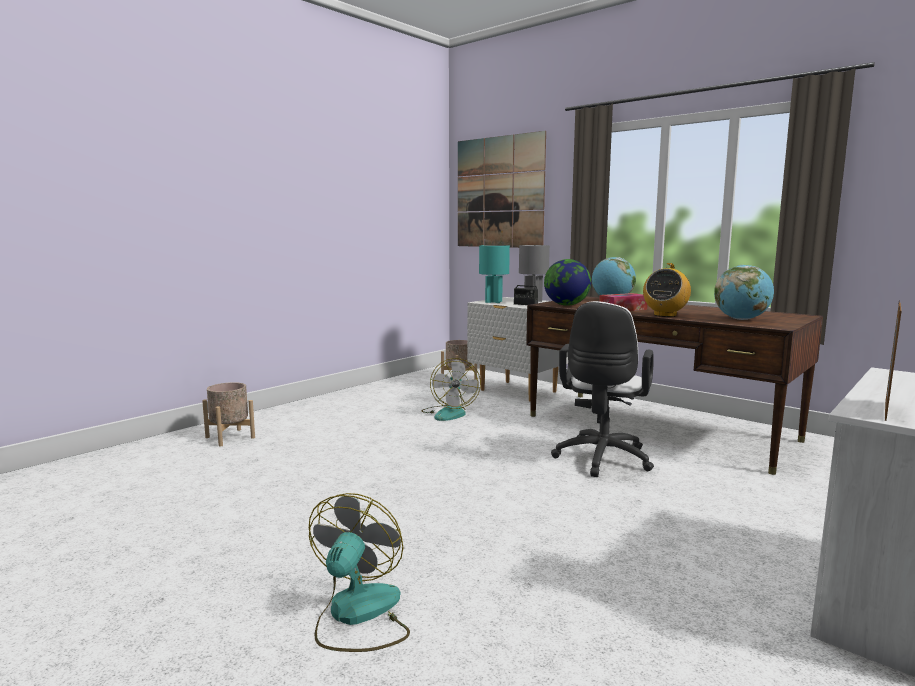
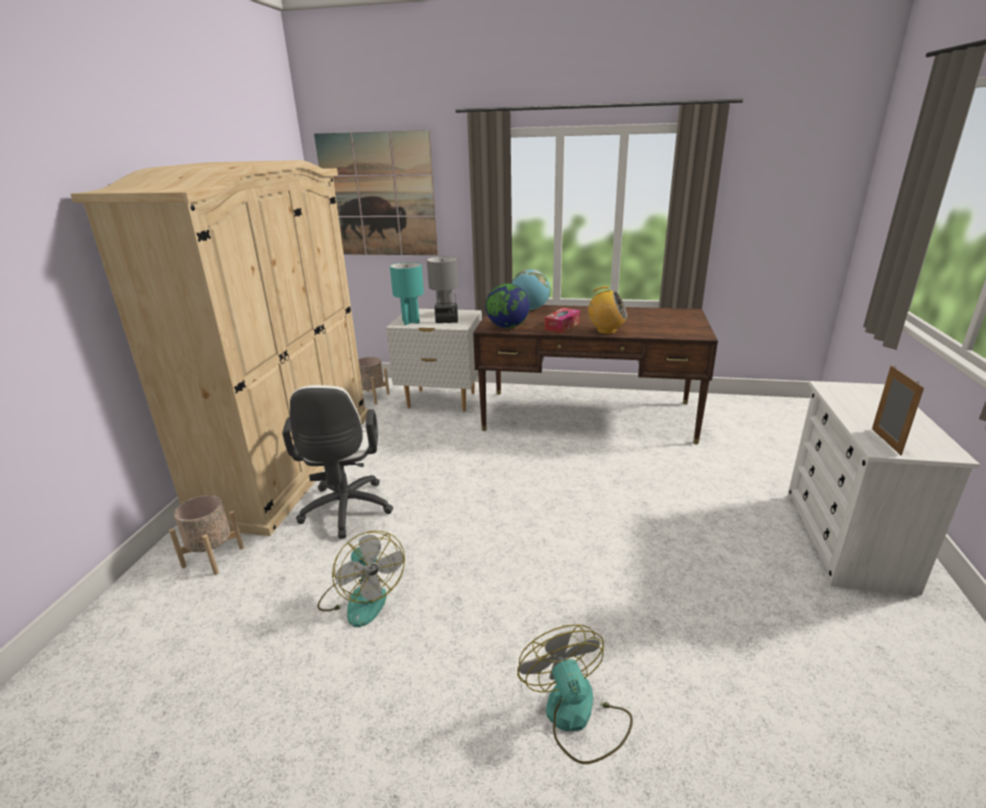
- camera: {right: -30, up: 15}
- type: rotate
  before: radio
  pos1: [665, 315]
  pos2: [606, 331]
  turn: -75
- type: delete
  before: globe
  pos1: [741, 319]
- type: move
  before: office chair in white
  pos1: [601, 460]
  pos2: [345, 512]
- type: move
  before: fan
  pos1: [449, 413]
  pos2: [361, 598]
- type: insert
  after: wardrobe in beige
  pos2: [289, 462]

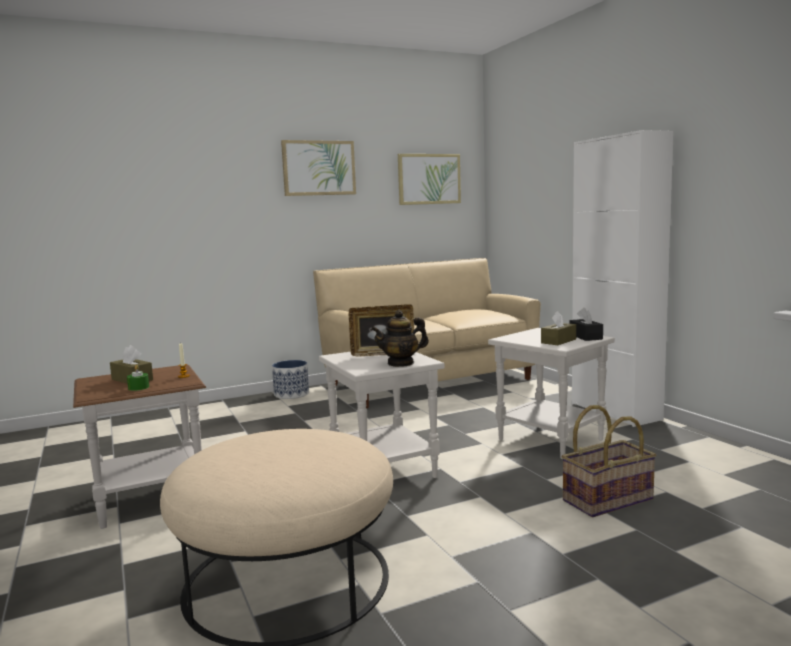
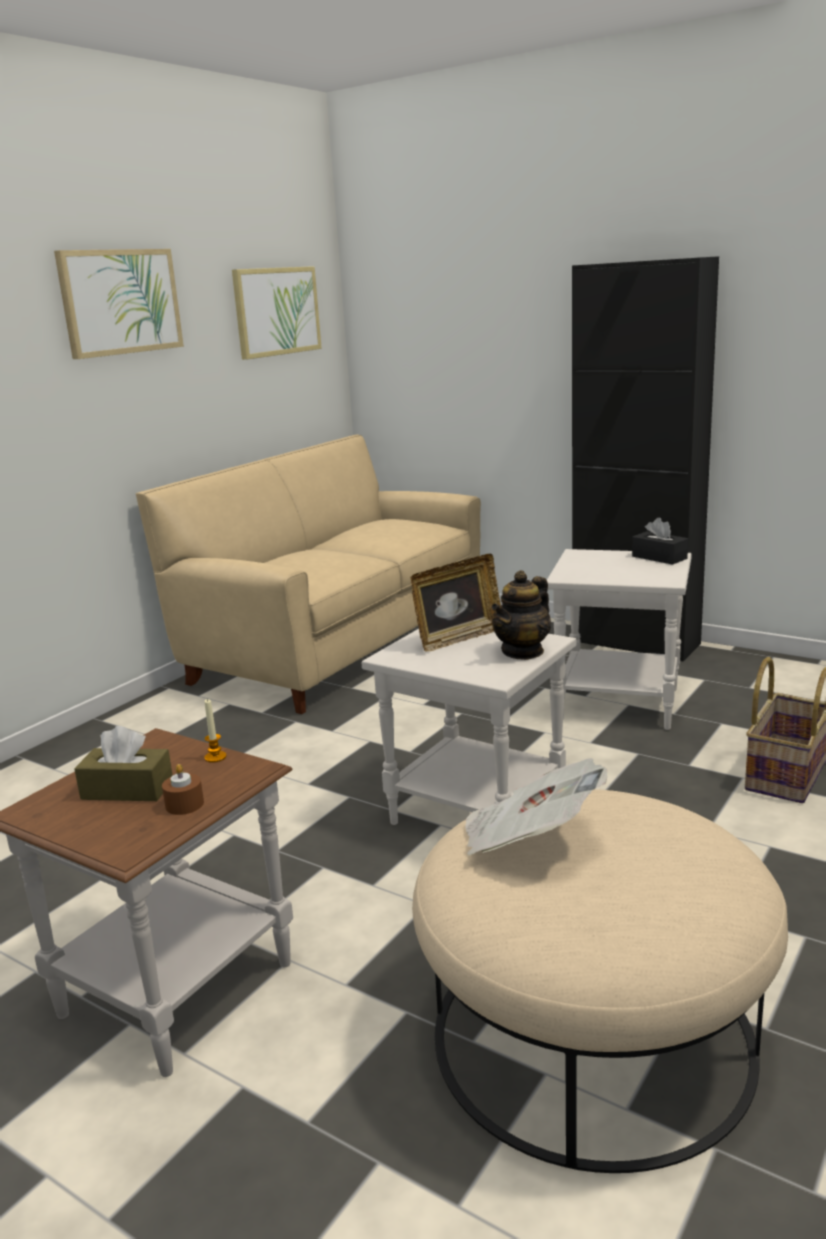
- camera: {right: -30, up: 10}
- type: recolor
  before: cabinet in white
  after: cabinet in black
  pos1: [615, 411]
  pos2: [635, 643]
- type: delete
  before: tissue box in brown
  pos1: [558, 341]
- type: delete
  before: planter
  pos1: [291, 394]
- type: recolor
  before: candle in green
  after: candle in brown
  pos1: [138, 388]
  pos2: [184, 804]
- type: insert
  after: newspaper
  pos2: [529, 840]

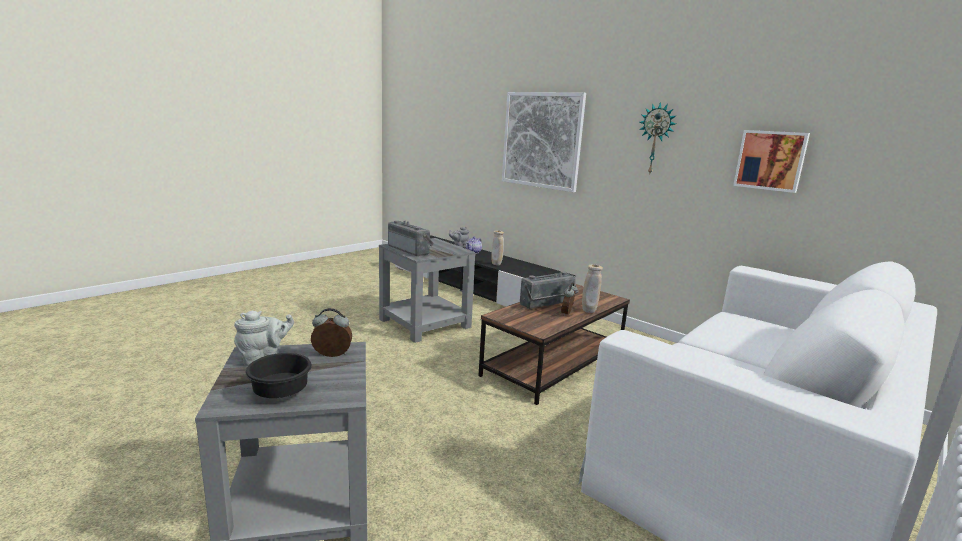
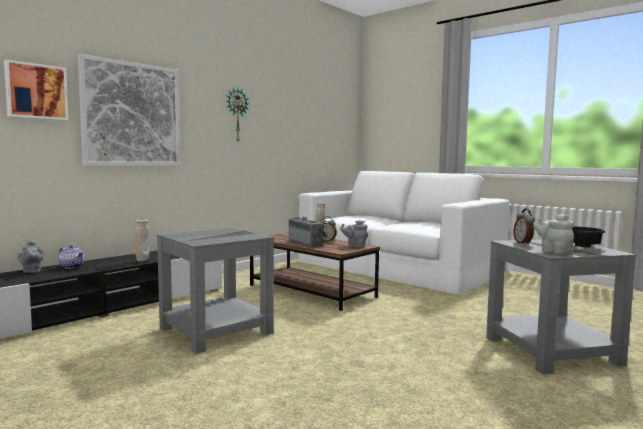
- camera: {right: -90, up: -10}
- type: move
  before: picture
  pos1: [770, 160]
  pos2: [36, 91]
- type: delete
  before: radio
  pos1: [410, 250]
- type: insert
  after: teapot in grey
  pos2: [355, 246]

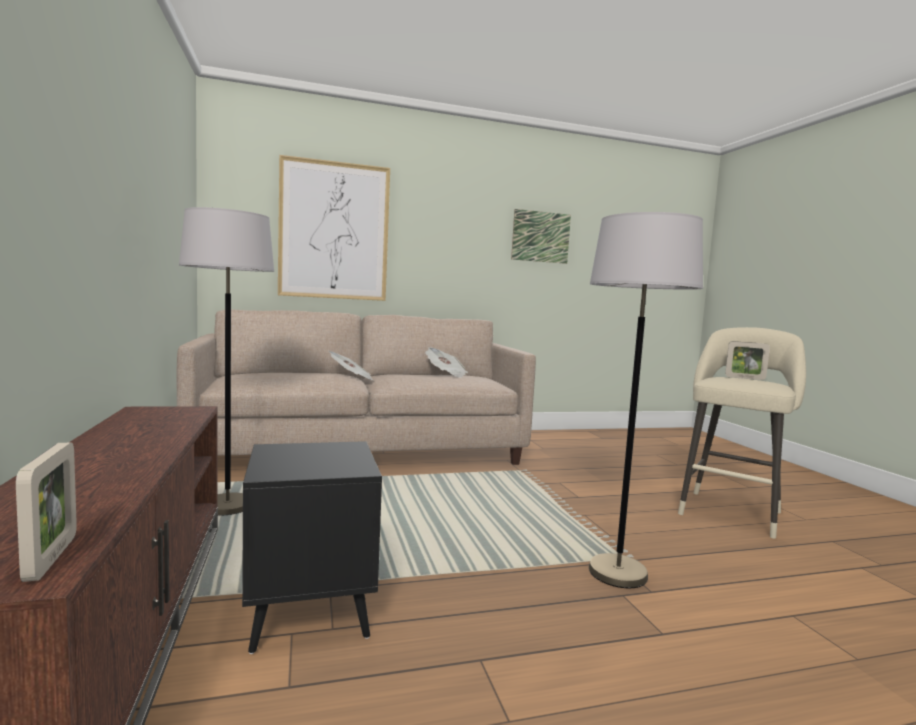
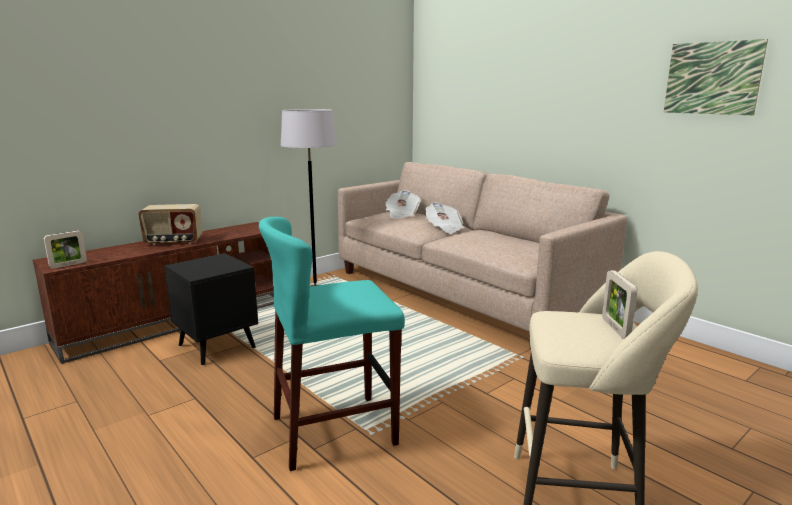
- camera: {right: 65, up: 10}
- type: delete
  before: picture
  pos1: [334, 231]
- type: replace
  before: floor lamp in grey
  after: stool in turquoise
  pos1: [617, 573]
  pos2: [334, 430]
- type: move
  before: newspaper
  pos1: [446, 374]
  pos2: [401, 214]
- type: insert
  after: radio
  pos2: [173, 242]

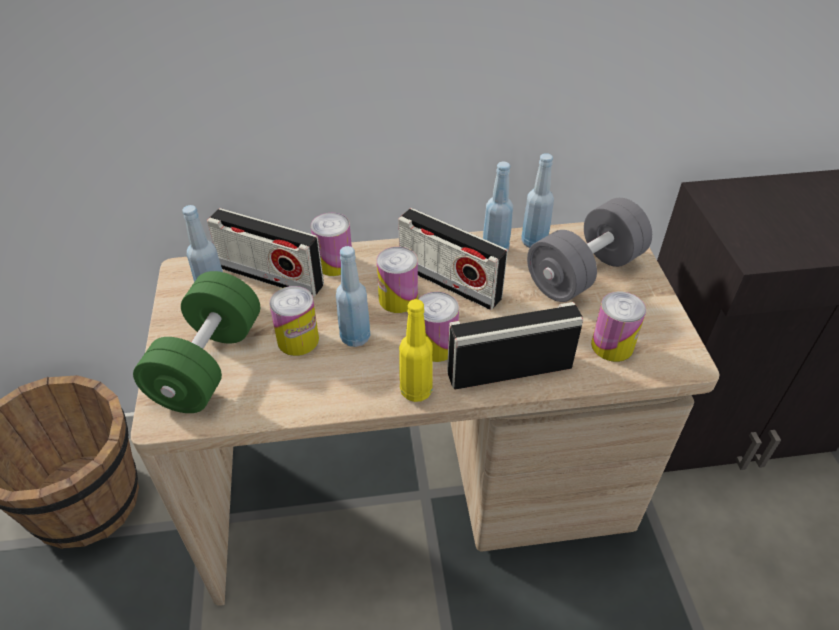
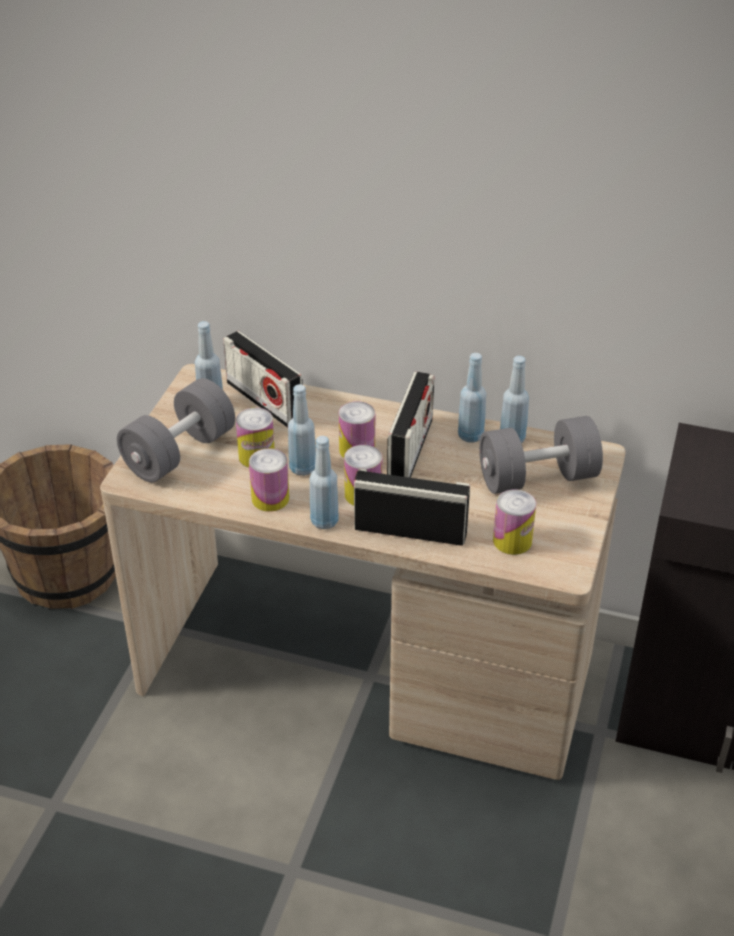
- camera: {right: 25, up: -5}
- type: rotate
  before: radio
  pos1: [449, 282]
  pos2: [410, 450]
  turn: -135
- type: move
  before: can
  pos1: [334, 263]
  pos2: [270, 498]
- type: recolor
  before: dumbbell in green
  after: dumbbell in grey
  pos1: [208, 364]
  pos2: [179, 452]
- type: recolor
  before: bottle in yellow
  after: bottle in blue
  pos1: [416, 391]
  pos2: [324, 521]

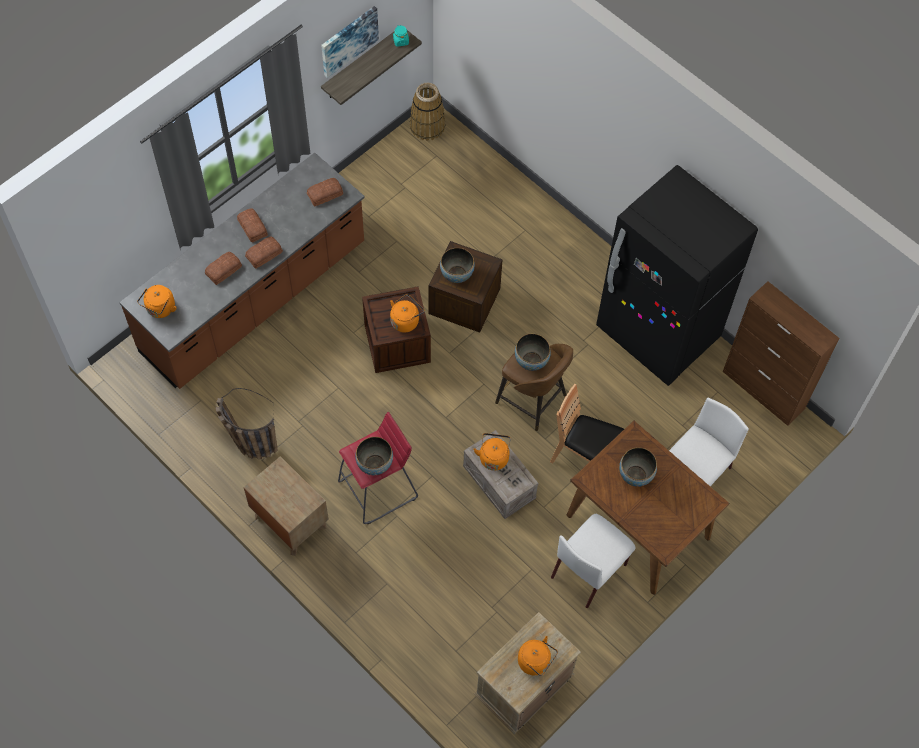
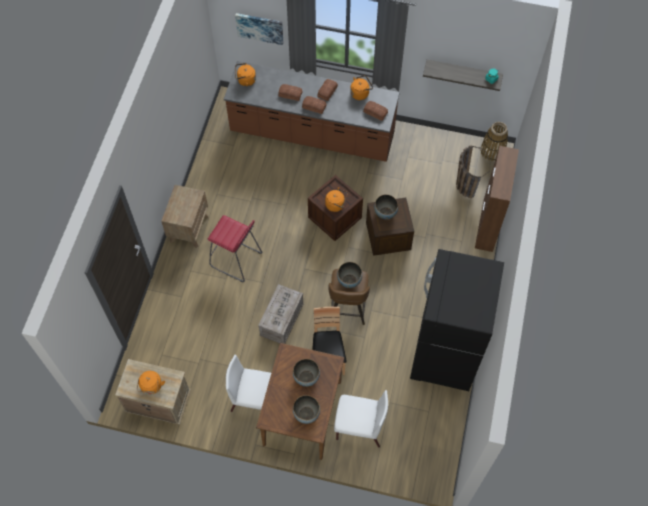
- camera: {right: 60, up: 0}
- type: move
  before: picture
  pos1: [348, 40]
  pos2: [260, 27]
- type: move
  before: cabinet in brown
  pos1: [763, 390]
  pos2: [487, 225]
- type: move
  before: basket
  pos1: [248, 441]
  pos2: [465, 182]
- type: move
  before: kettle in orange
  pos1: [493, 457]
  pos2: [360, 93]
- type: move
  before: bowl
  pos1: [374, 464]
  pos2: [306, 414]

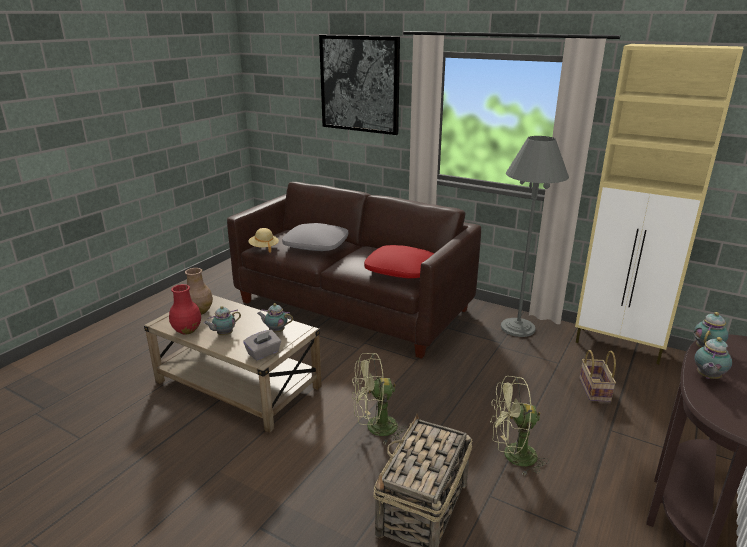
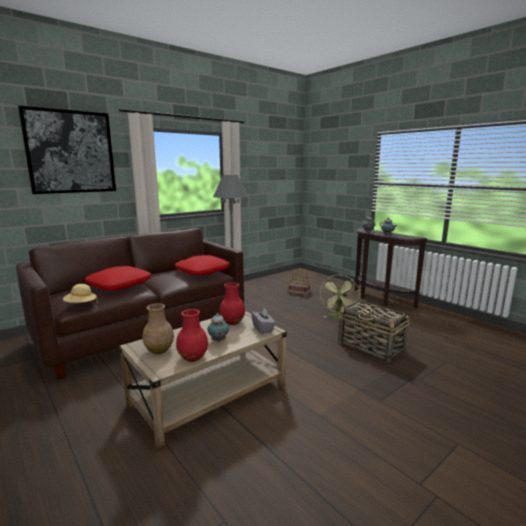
- camera: {right: -70, up: -10}
- type: delete
  before: cabinet in beige
  pos1: [620, 346]
- type: recolor
  before: pillow in grey
  after: pillow in red
  pos1: [316, 245]
  pos2: [119, 285]
- type: replace
  before: teapot
  after: vase in red
  pos1: [276, 331]
  pos2: [232, 322]
- type: delete
  before: fan in green
  pos1: [375, 428]

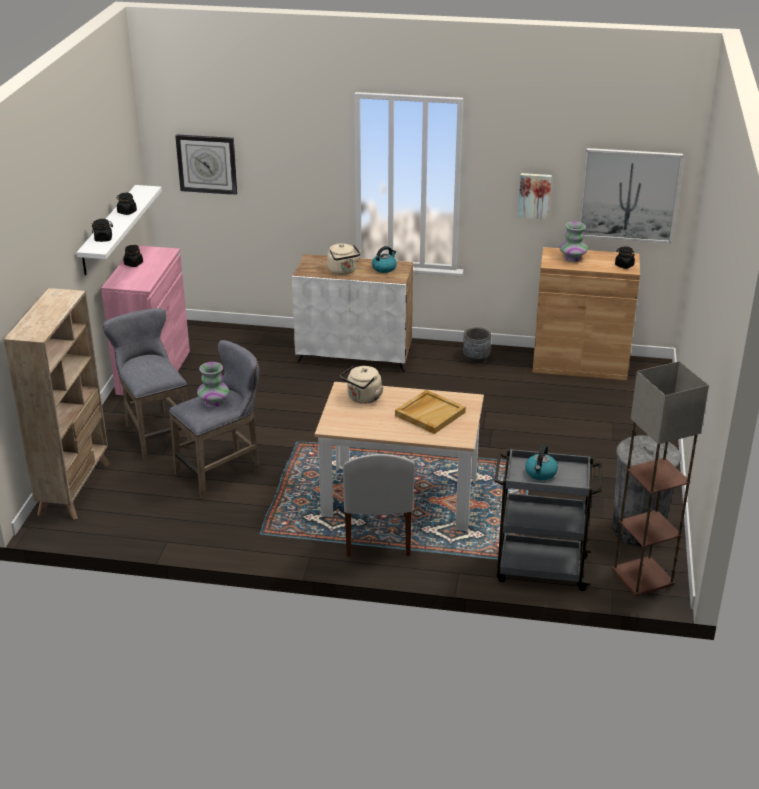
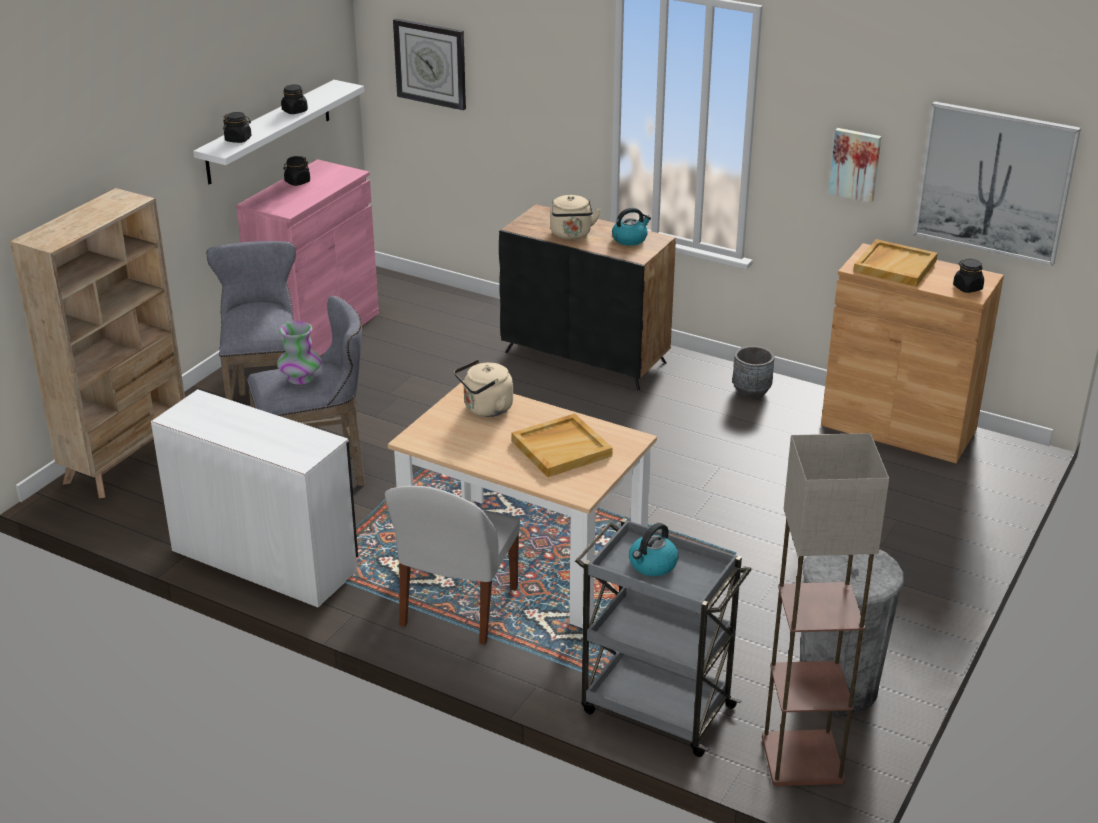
- camera: {right: 20, up: 0}
- type: replace
  before: vase
  after: tray in beige
  pos1: [572, 258]
  pos2: [894, 266]
- type: recolor
  before: cabinet in white
  after: cabinet in black
  pos1: [355, 356]
  pos2: [586, 357]
- type: insert
  after: desk in white
  pos2: [265, 559]

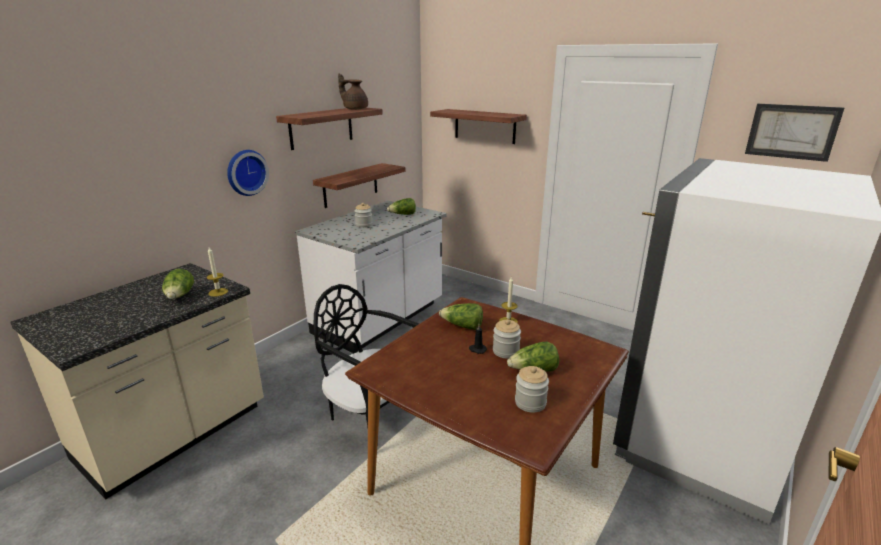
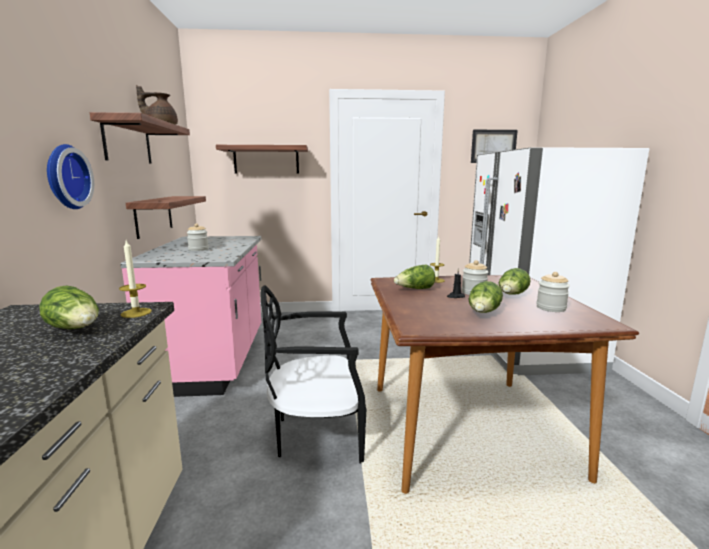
- camera: {right: -40, up: -10}
- type: move
  before: lettuce
  pos1: [403, 215]
  pos2: [484, 313]
- type: recolor
  before: counter in white
  after: counter in pink
  pos1: [380, 319]
  pos2: [214, 360]

